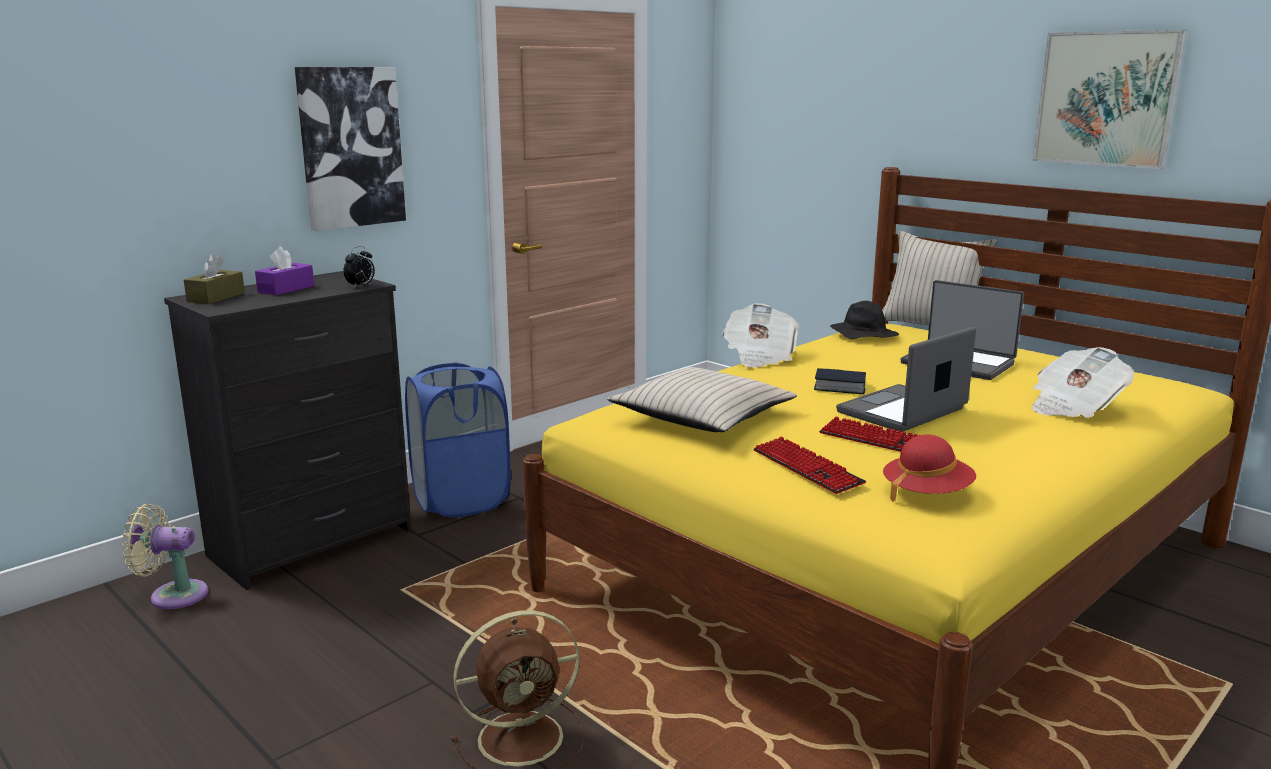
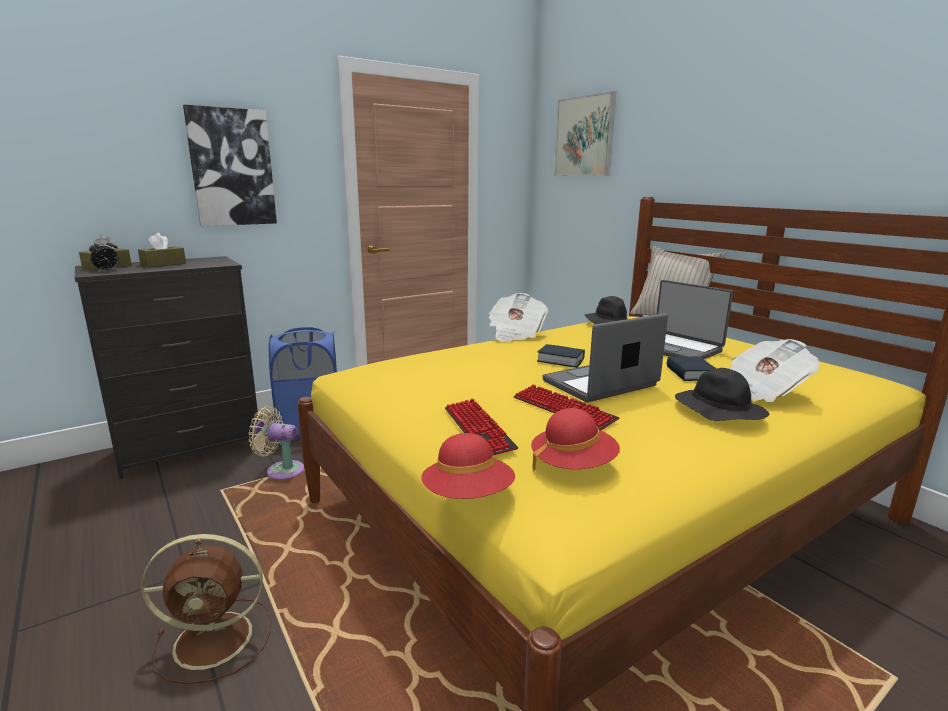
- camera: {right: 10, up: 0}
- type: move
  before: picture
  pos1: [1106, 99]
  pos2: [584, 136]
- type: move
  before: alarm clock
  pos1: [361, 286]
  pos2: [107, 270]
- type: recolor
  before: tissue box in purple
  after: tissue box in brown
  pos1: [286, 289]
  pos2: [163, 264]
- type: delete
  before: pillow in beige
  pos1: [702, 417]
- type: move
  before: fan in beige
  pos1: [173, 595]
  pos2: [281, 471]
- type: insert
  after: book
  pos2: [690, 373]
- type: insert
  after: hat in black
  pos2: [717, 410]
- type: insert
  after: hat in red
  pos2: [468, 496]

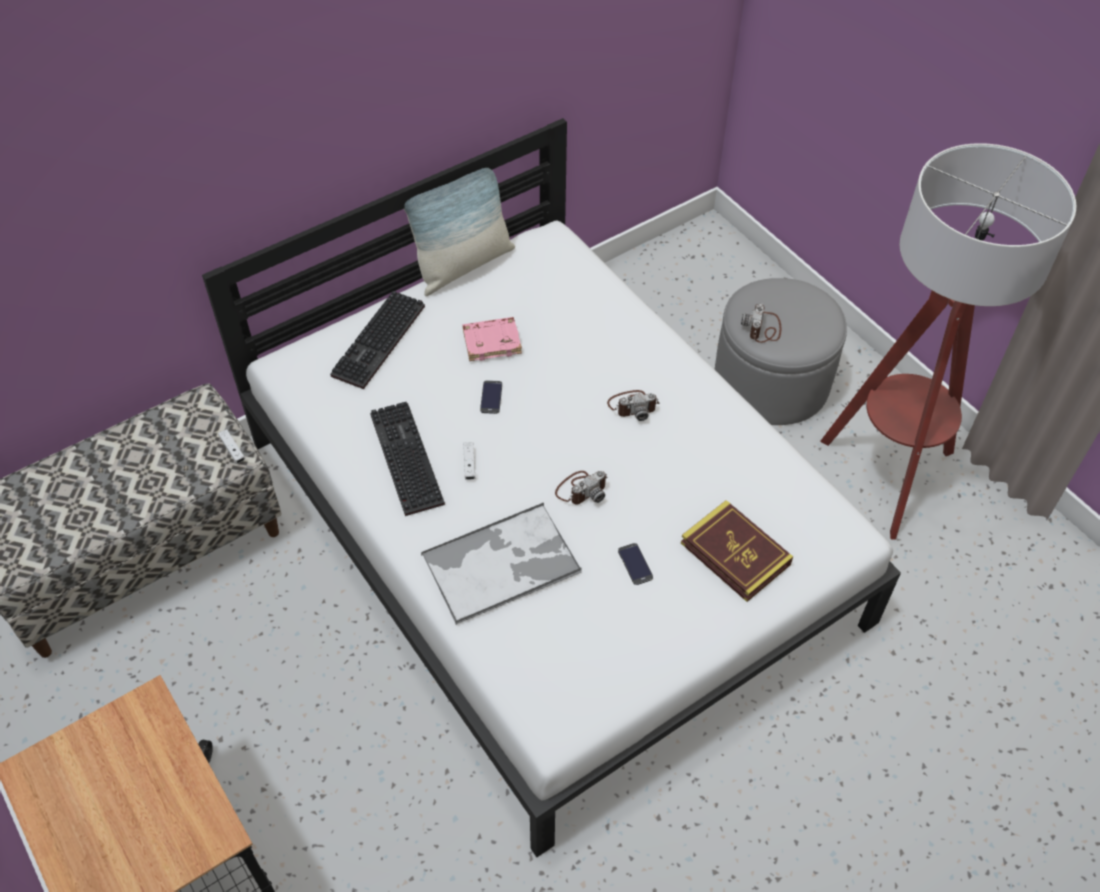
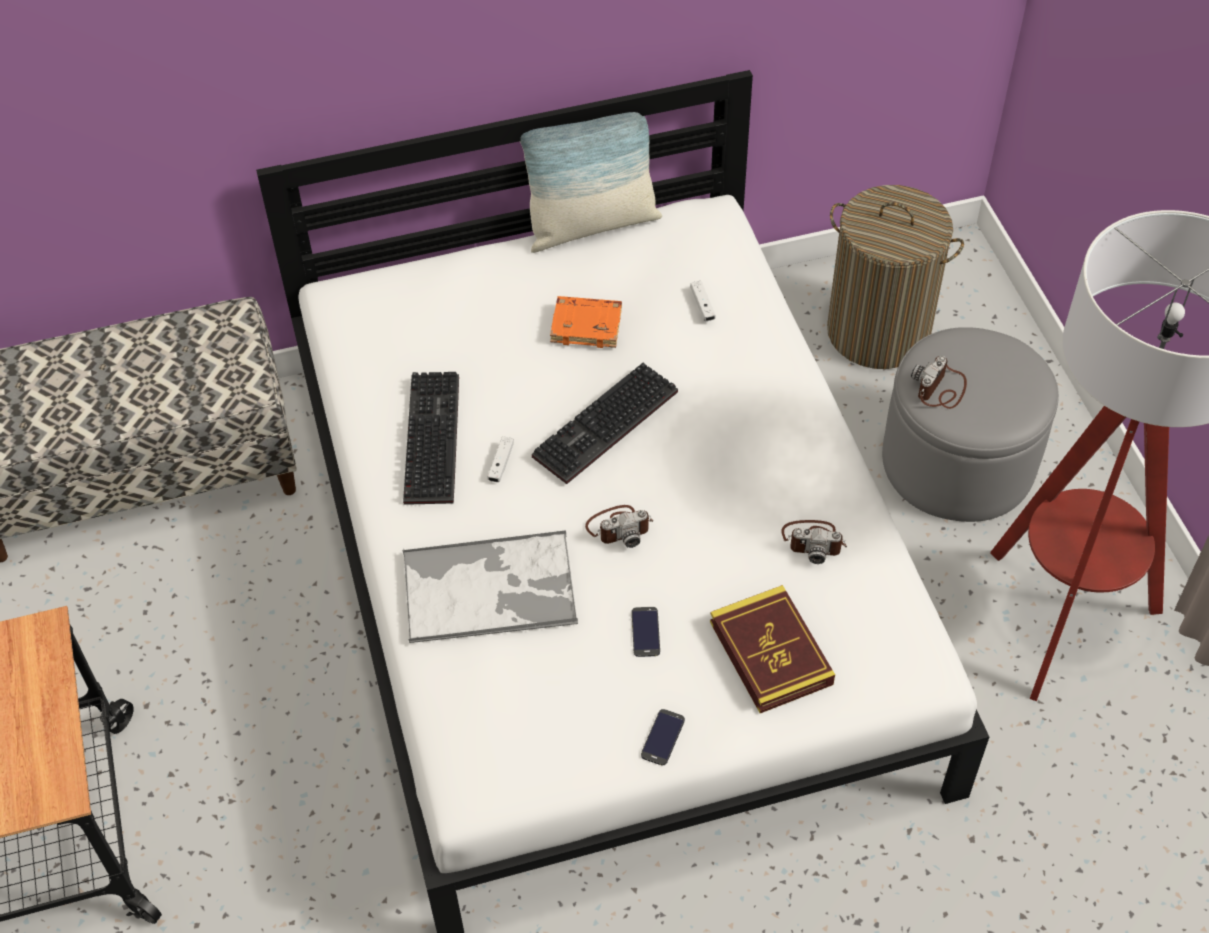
- camera: {right: 20, up: 0}
- type: move
  before: keyboard
  pos1: [380, 343]
  pos2: [606, 428]
- type: recolor
  before: book in pink
  after: book in orange
  pos1: [492, 341]
  pos2: [587, 325]
- type: move
  before: phone
  pos1: [491, 397]
  pos2: [662, 737]
- type: move
  before: photo camera
  pos1: [633, 406]
  pos2: [813, 541]
- type: move
  before: game controller in white
  pos1: [232, 450]
  pos2: [702, 305]
- type: insert
  after: laundry basket
  pos2: [878, 331]

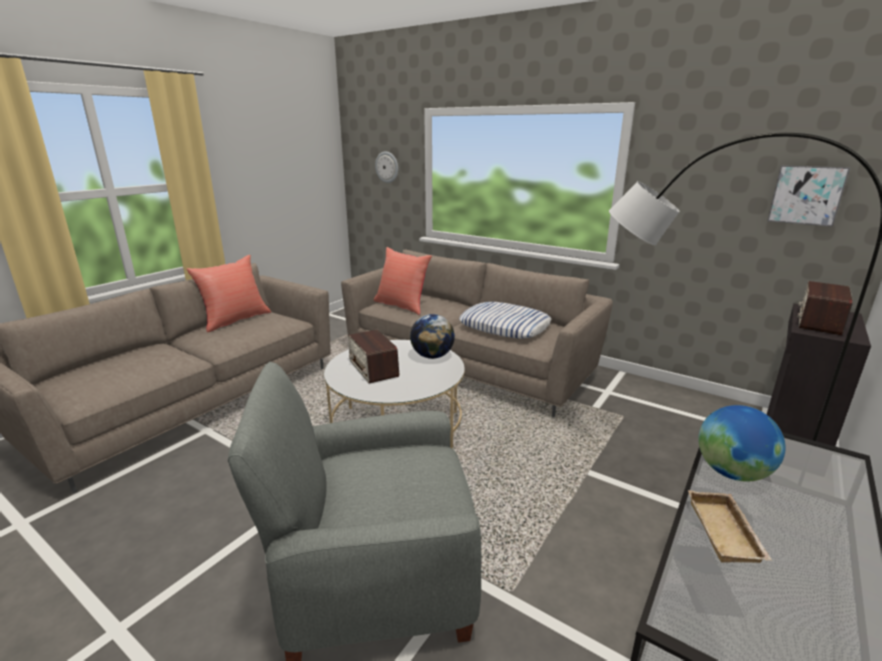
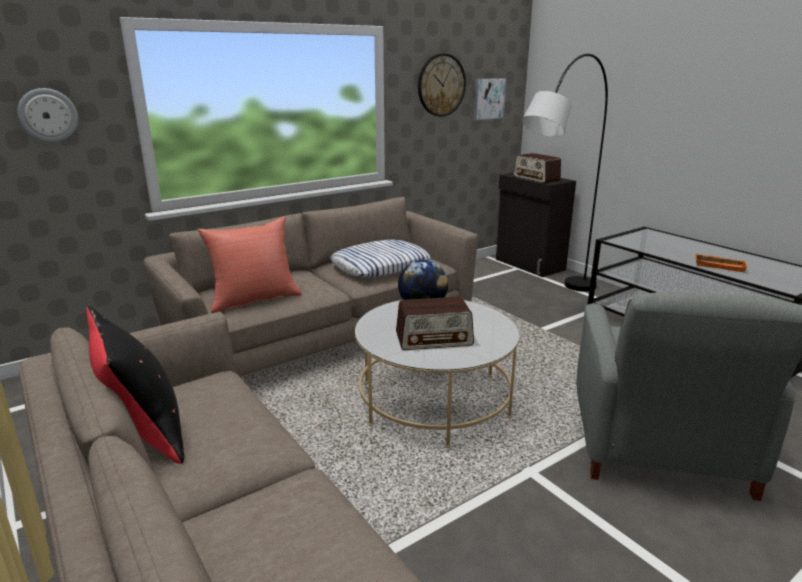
- camera: {right: -70, up: 0}
- type: recolor
  before: pillow in red
  after: pillow in black
  pos1: [235, 320]
  pos2: [144, 432]
- type: delete
  before: globe
  pos1: [731, 473]
- type: recolor
  before: tray in beige
  after: tray in orange
  pos1: [727, 533]
  pos2: [720, 265]
- type: insert
  after: wall clock
  pos2: [441, 85]

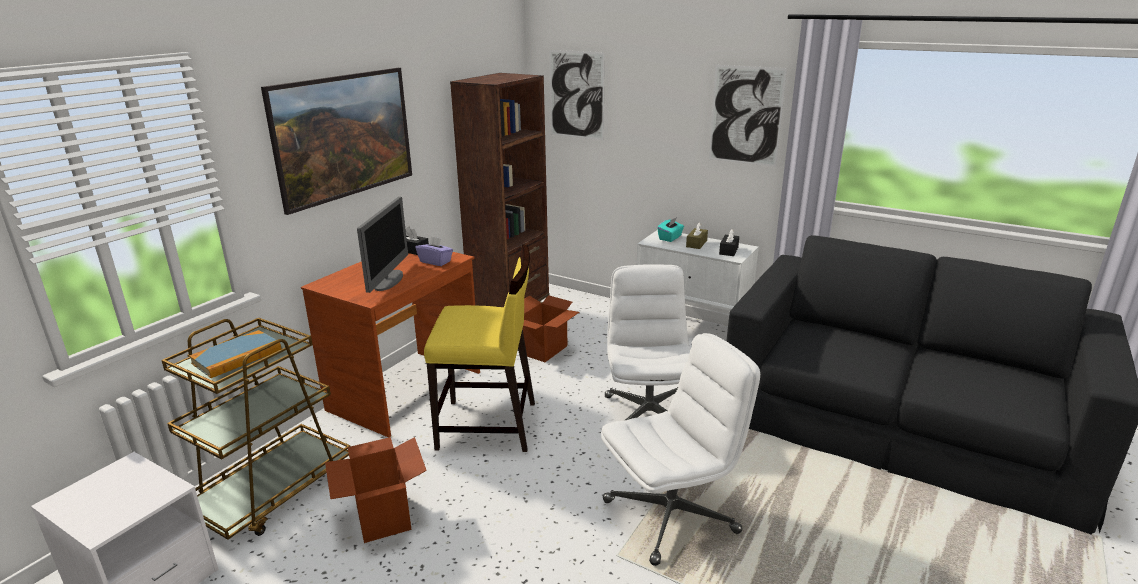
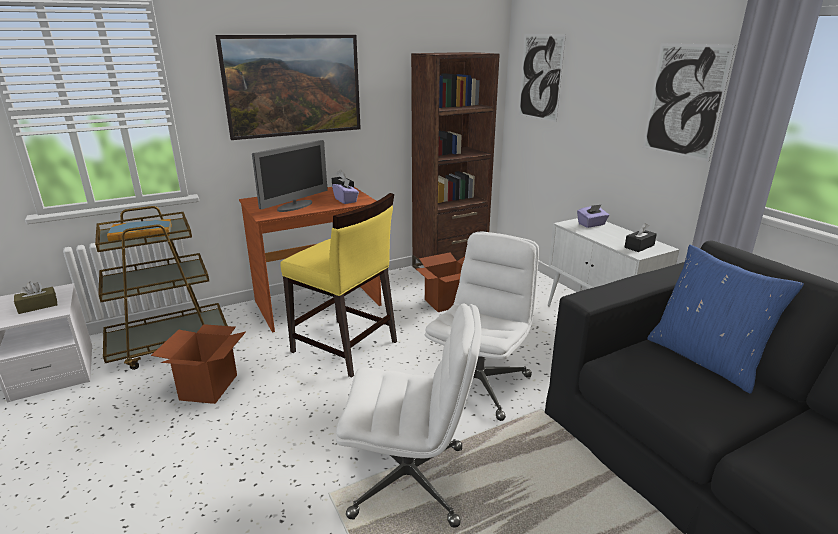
- camera: {right: 30, up: 0}
- type: recolor
  before: tissue box in turquoise
  after: tissue box in purple
  pos1: [670, 238]
  pos2: [591, 224]
- type: move
  before: tissue box in brown
  pos1: [696, 244]
  pos2: [38, 306]
- type: insert
  after: pillow in blue
  pos2: [705, 359]

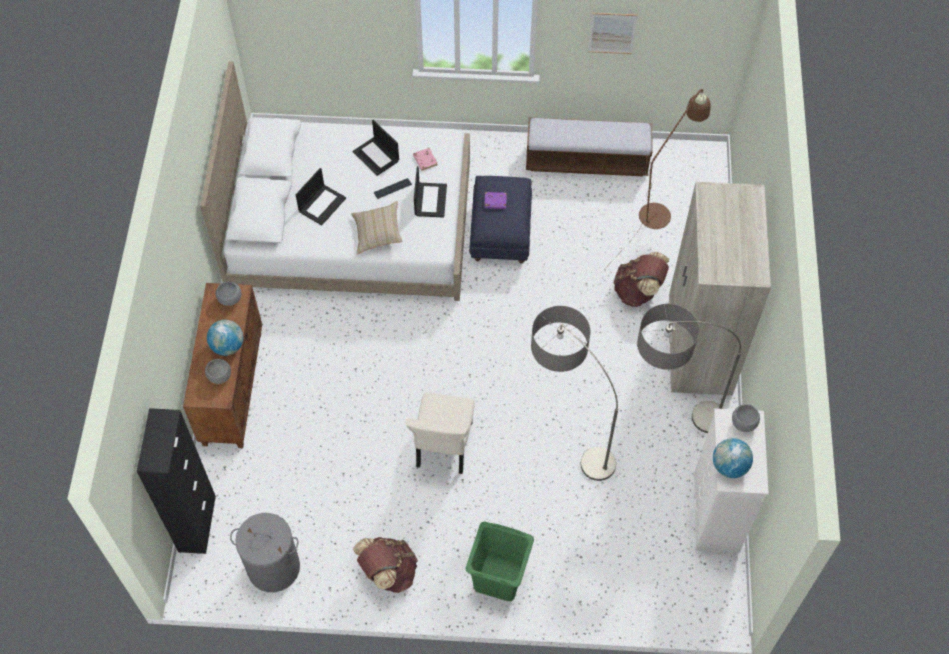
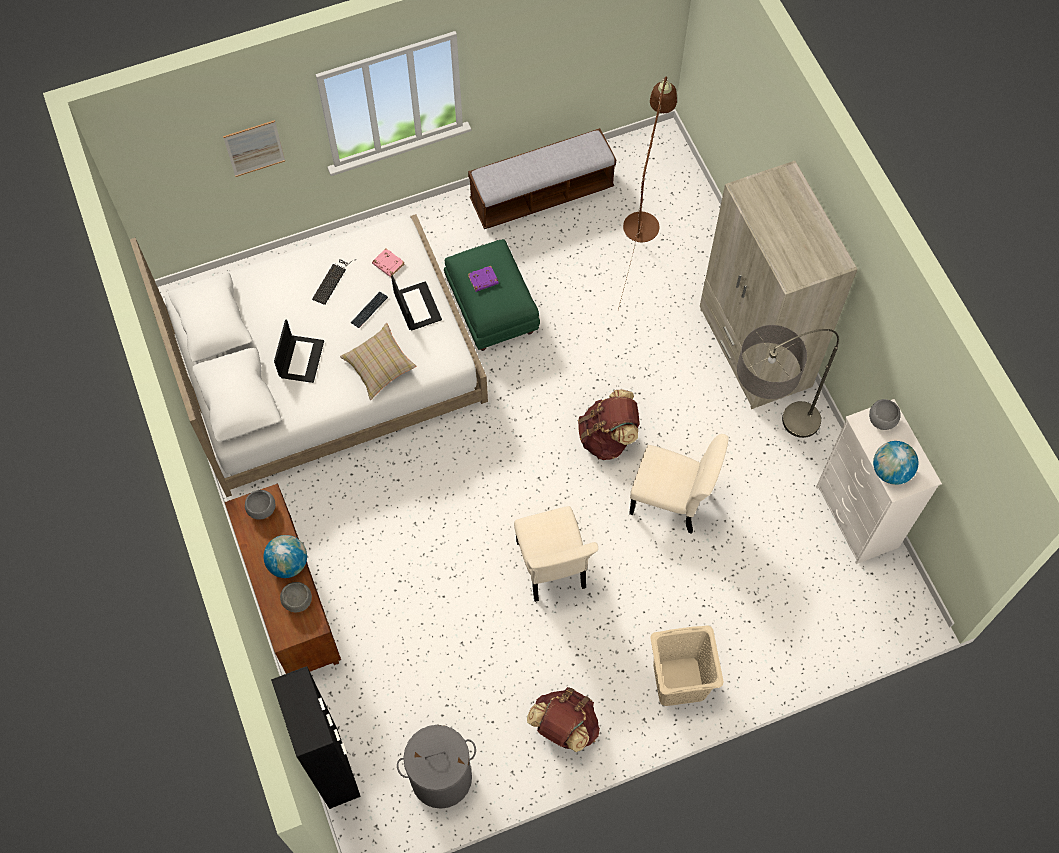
- camera: {right: -25, up: 5}
- type: move
  before: picture
  pos1: [612, 33]
  pos2: [254, 148]
- type: replace
  before: laptop
  after: keyboard
  pos1: [376, 156]
  pos2: [332, 280]
- type: recolor
  before: ottoman in blue
  after: ottoman in green
  pos1: [500, 233]
  pos2: [491, 309]
- type: move
  before: backpack in brown
  pos1: [638, 291]
  pos2: [607, 437]
- type: replace
  before: floor lamp
  after: chair in beige
  pos1: [566, 437]
  pos2: [671, 502]
- type: recolor
  before: laundry basket in green
  after: laundry basket in beige
  pos1: [498, 578]
  pos2: [678, 681]

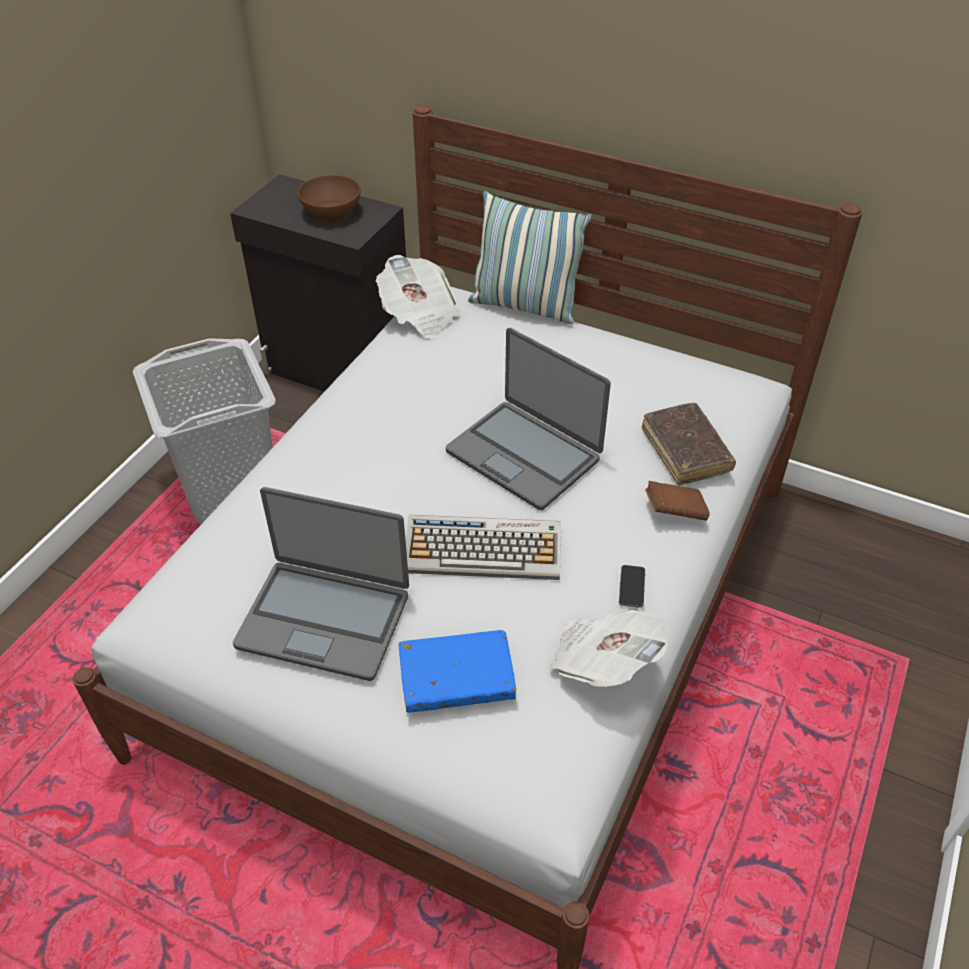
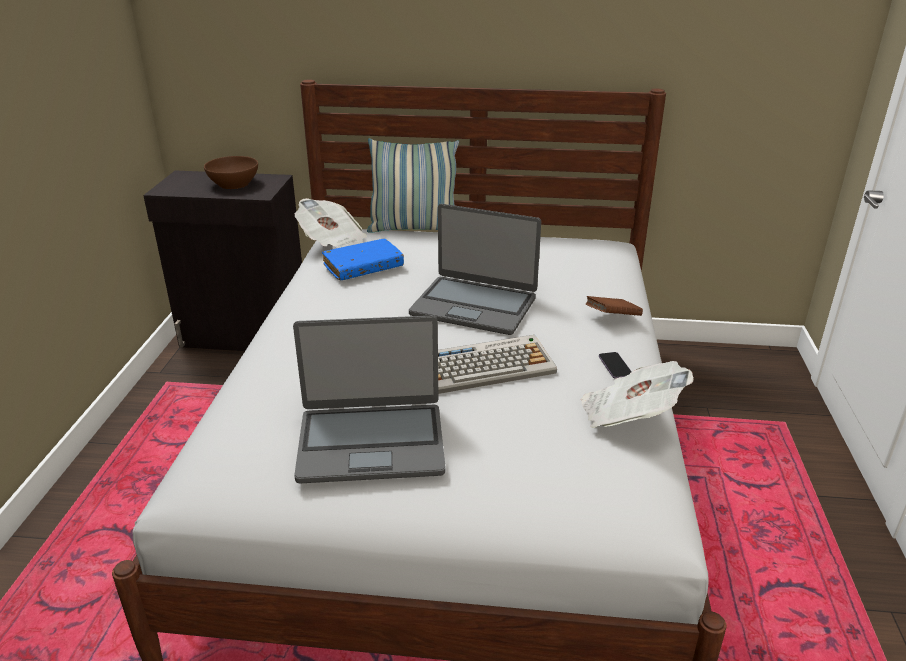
- camera: {right: -20, up: -15}
- type: delete
  before: laundry basket in grey
  pos1: [230, 487]
- type: delete
  before: book in brown
  pos1: [686, 451]
- type: move
  before: book in blue
  pos1: [457, 679]
  pos2: [363, 267]

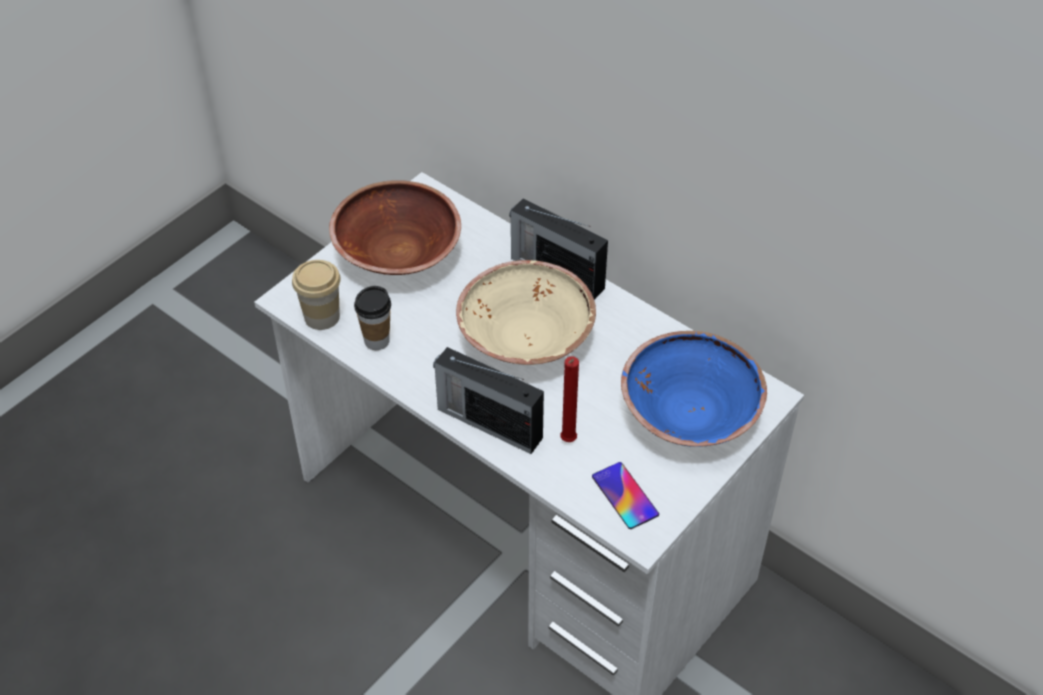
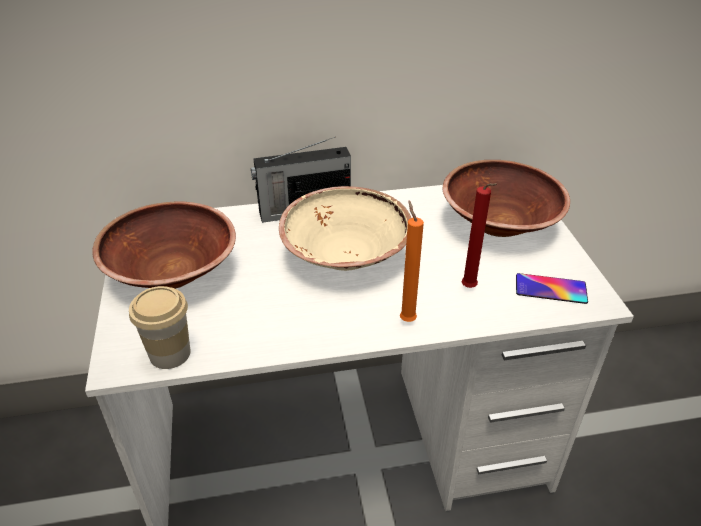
- camera: {right: -50, up: -10}
- type: delete
  before: cup
  pos1: [377, 341]
- type: recolor
  before: bowl in blue
  after: bowl in brown
  pos1: [689, 412]
  pos2: [499, 222]
- type: replace
  before: radio
  after: candle in orange
  pos1: [488, 422]
  pos2: [406, 319]

